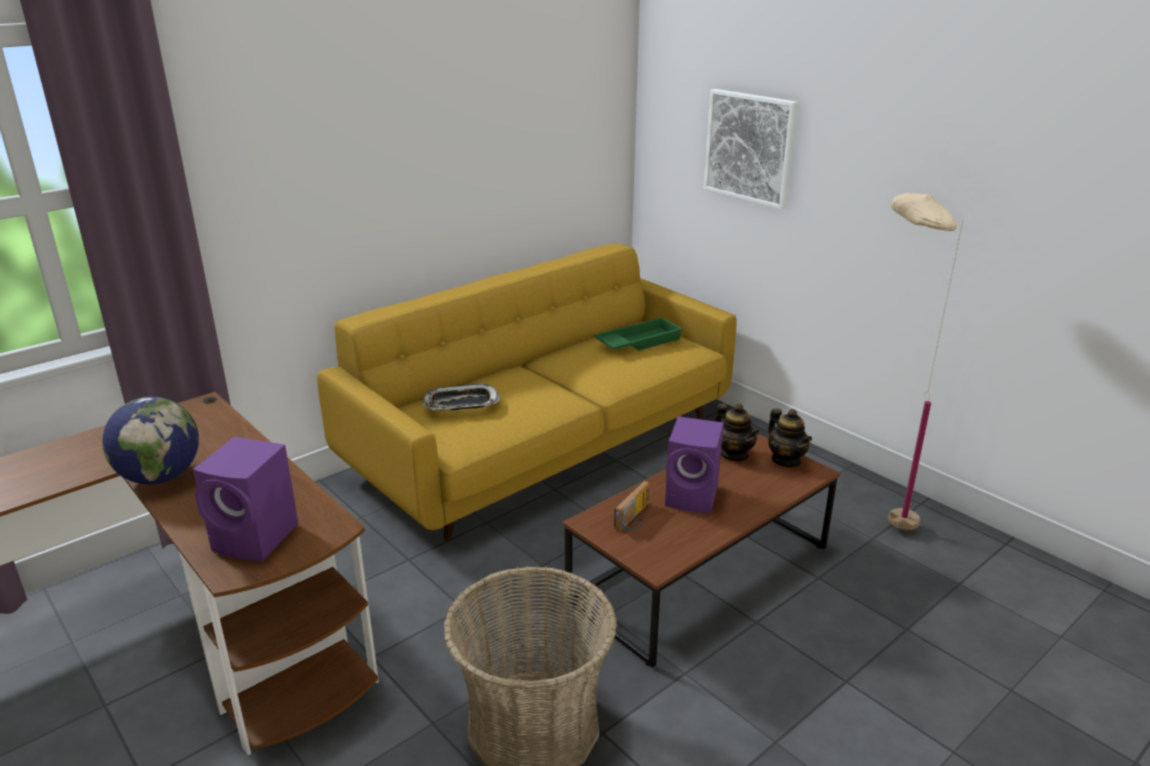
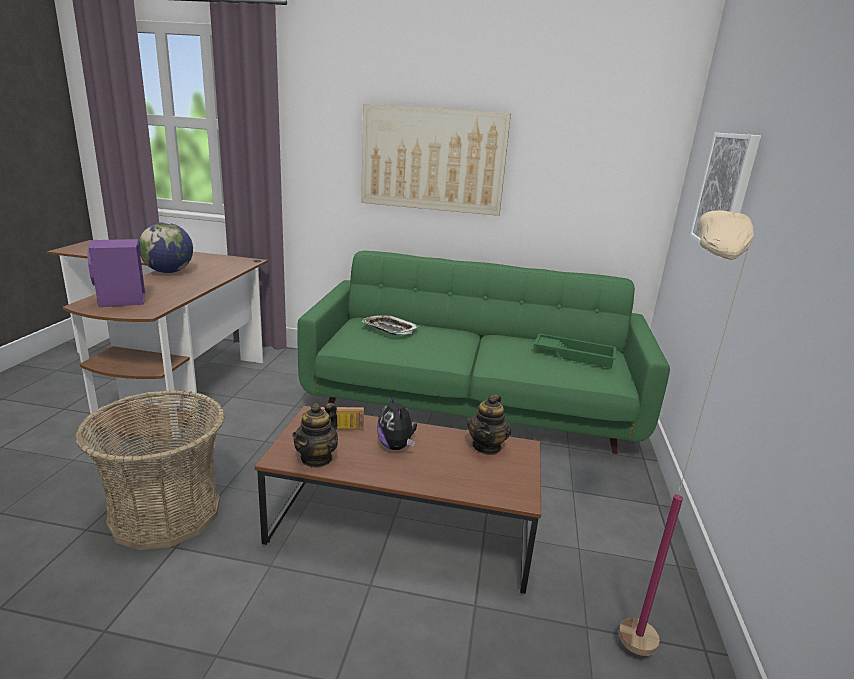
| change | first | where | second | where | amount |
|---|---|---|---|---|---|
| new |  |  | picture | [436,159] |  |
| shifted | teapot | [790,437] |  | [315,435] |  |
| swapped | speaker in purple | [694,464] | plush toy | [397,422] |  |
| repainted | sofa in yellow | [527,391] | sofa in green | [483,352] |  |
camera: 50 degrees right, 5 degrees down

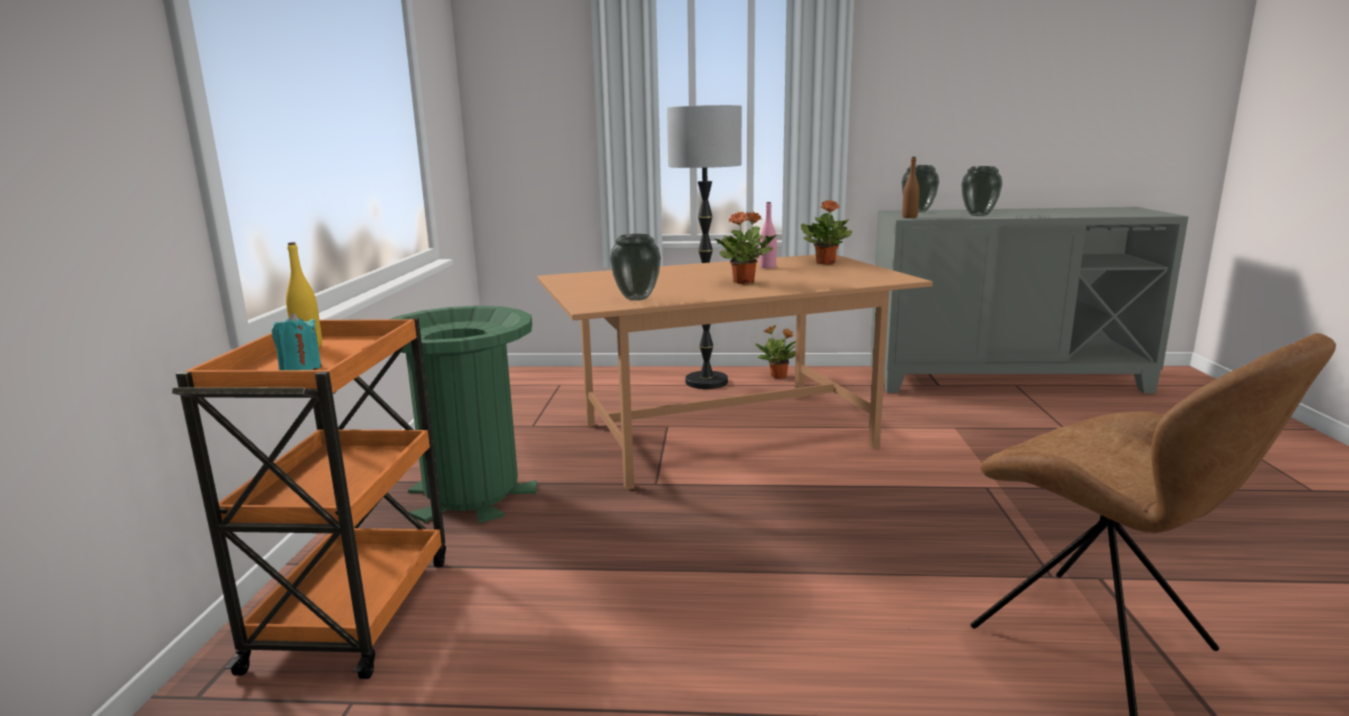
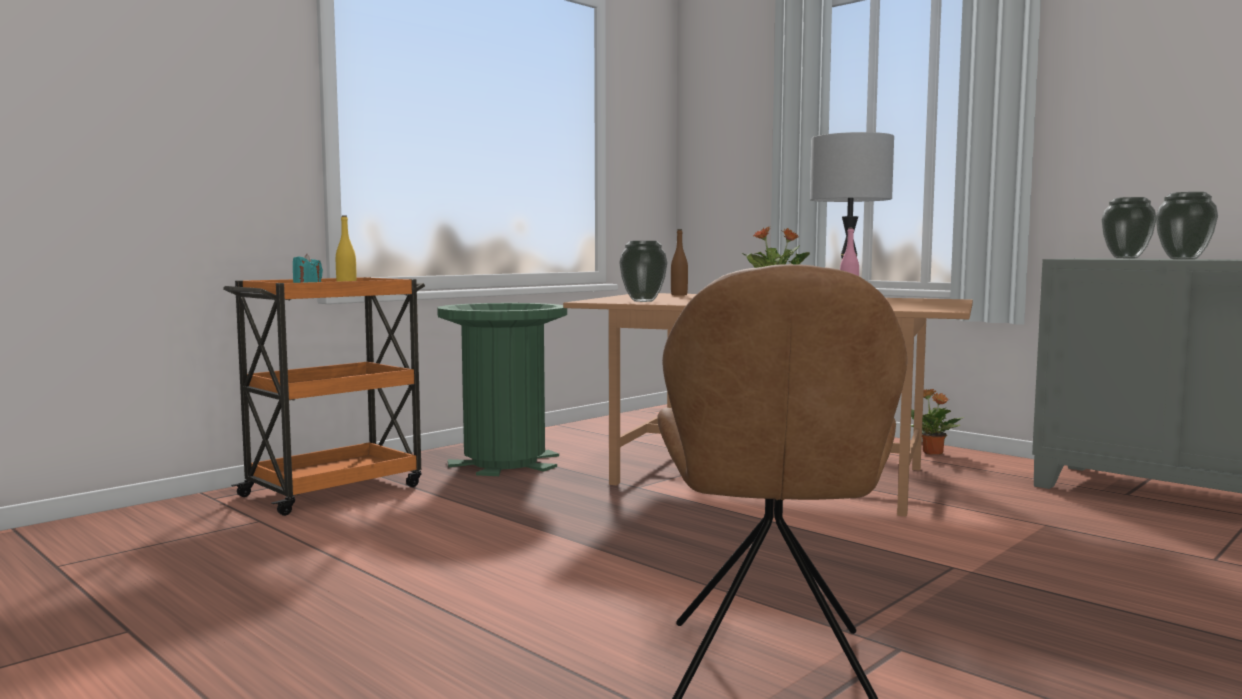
| change | first | where | second | where | amount |
|---|---|---|---|---|---|
| gone | potted plant | [826,232] |  |  |  |
| shifted | bottle in brown | [911,187] |  | [679,262] |  |
camera: 40 degrees right, 10 degrees down

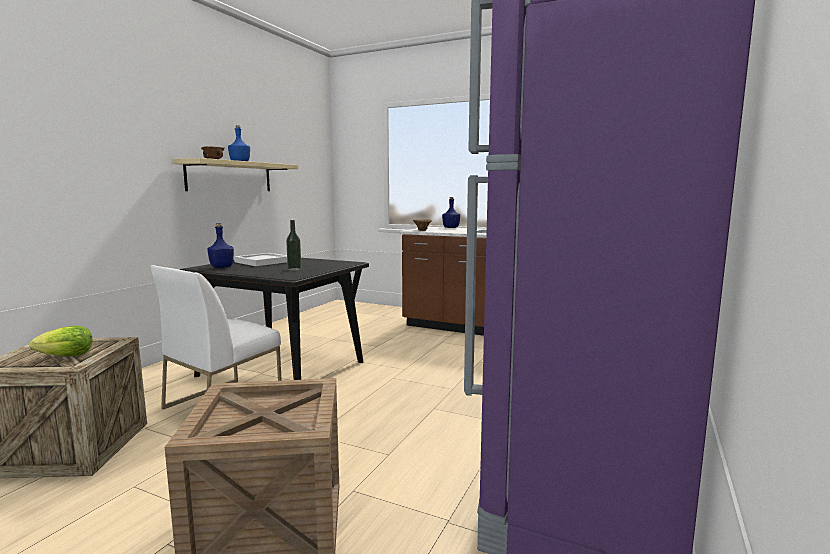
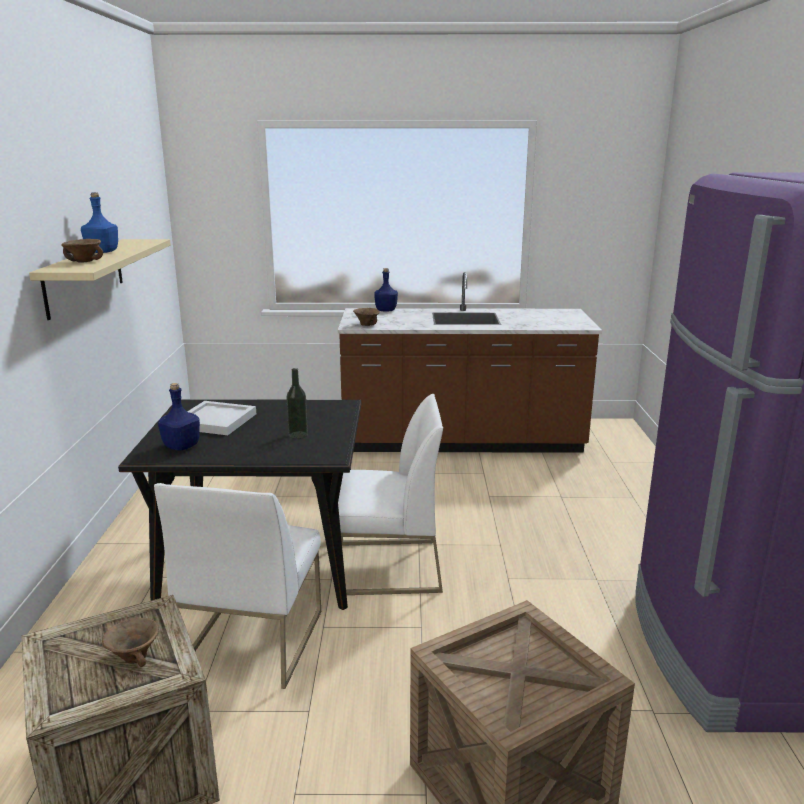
| change | first | where | second | where | amount |
|---|---|---|---|---|---|
| new |  |  | chair in white | [390,494] |  |
| swapped | lettuce | [61,341] | bowl in brown | [130,642] |  |
camera: 25 degrees left, 10 degrees up

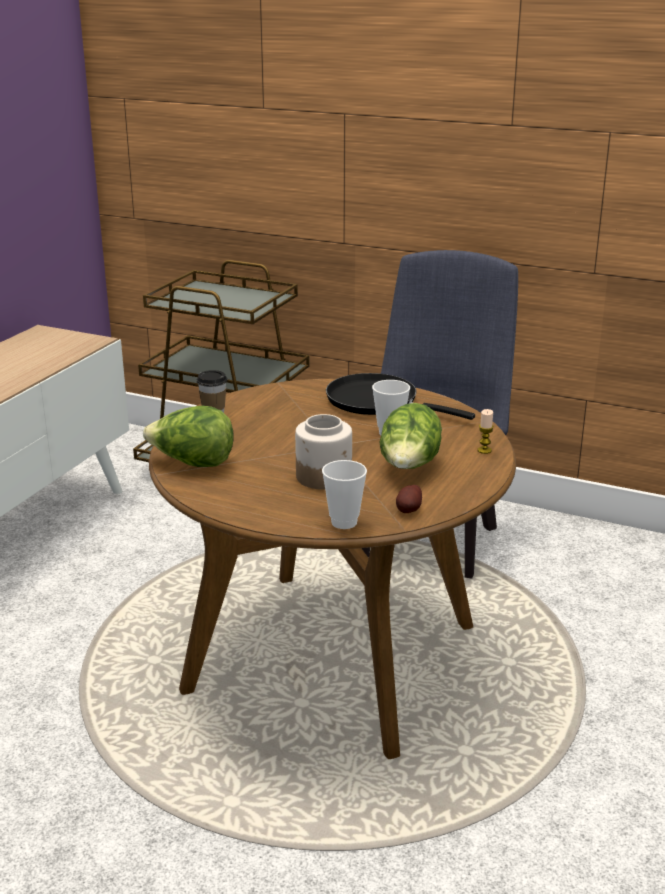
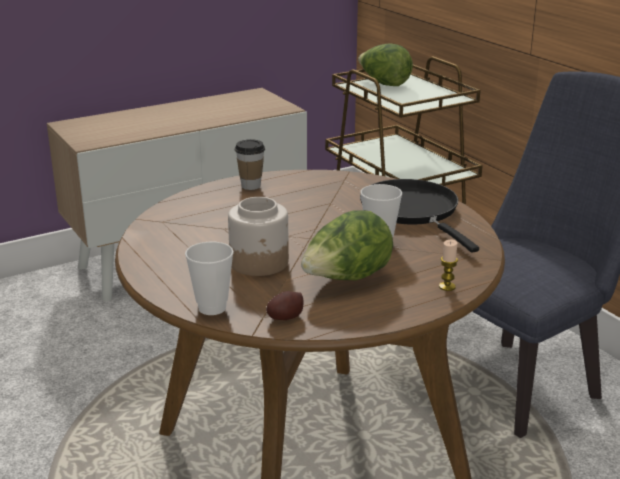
| change | first | where | second | where | amount |
|---|---|---|---|---|---|
| shifted | lettuce | [188,436] |  | [385,65] |  |
camera: 35 degrees right, 0 degrees up

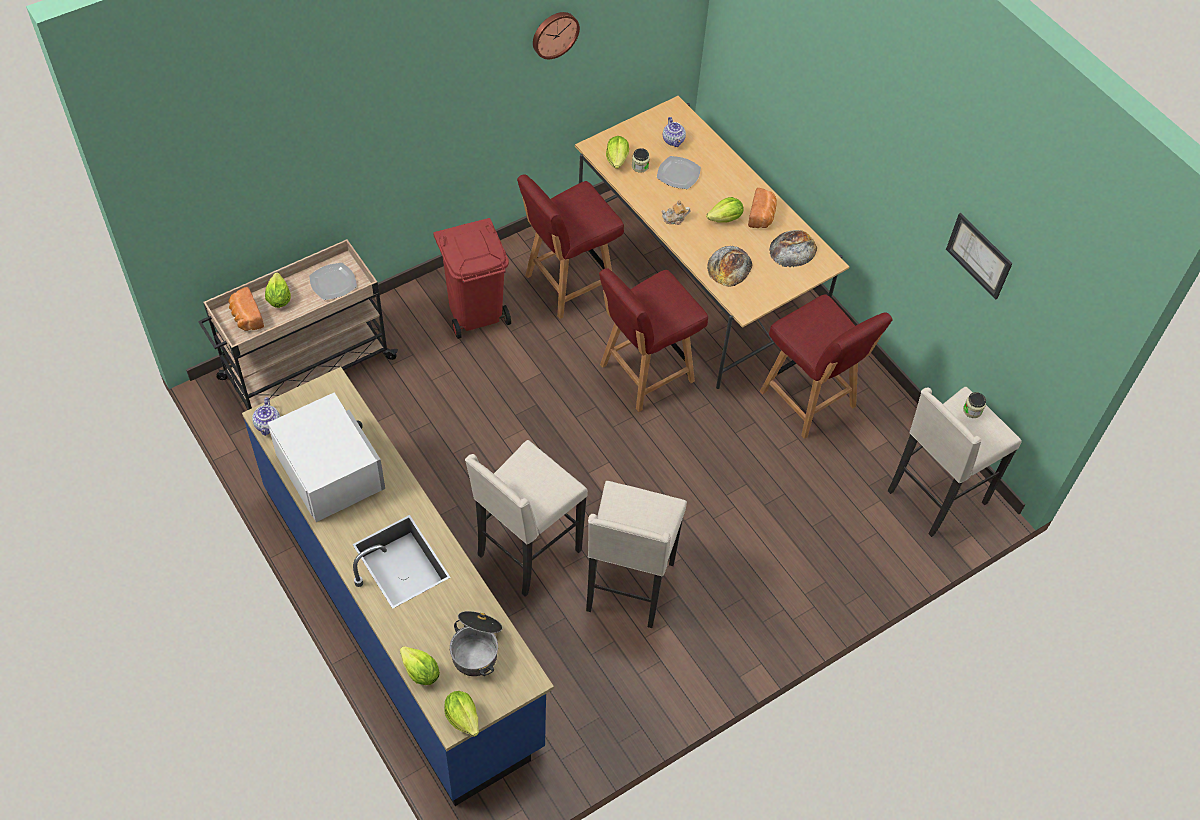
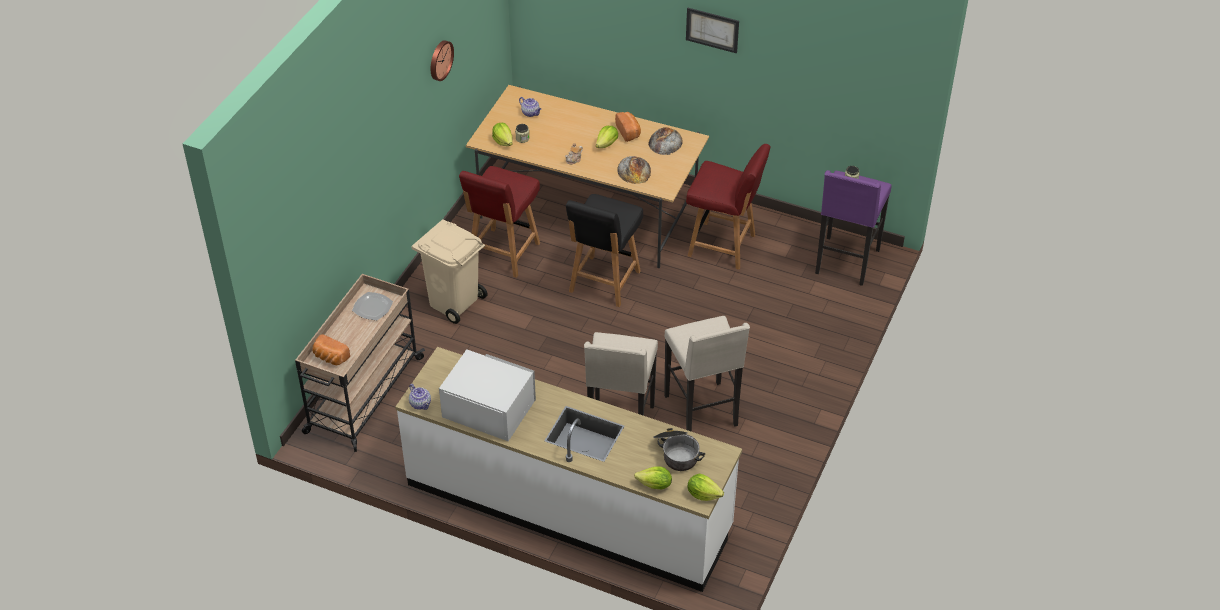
| change | first | where | second | where | amount |
|---|---|---|---|---|---|
| gone | lettuce | [278,290] |  |  |  |
| gone | plate | [679,172] |  |  |  |
| shifted | picture | [979,256] |  | [712,30] |  |
| repainted | counter in blue | [398,586] | counter in white | [568,469] |  |
| repainted | trash can in red | [472,278] | trash can in beige | [449,271] |  |
| repainted | chair in red | [653,340] | chair in black | [604,250] |  |
| repainted | stool in beige | [955,462] | stool in purple | [853,228] |  |
camera: 30 degrees left, 10 degrees down

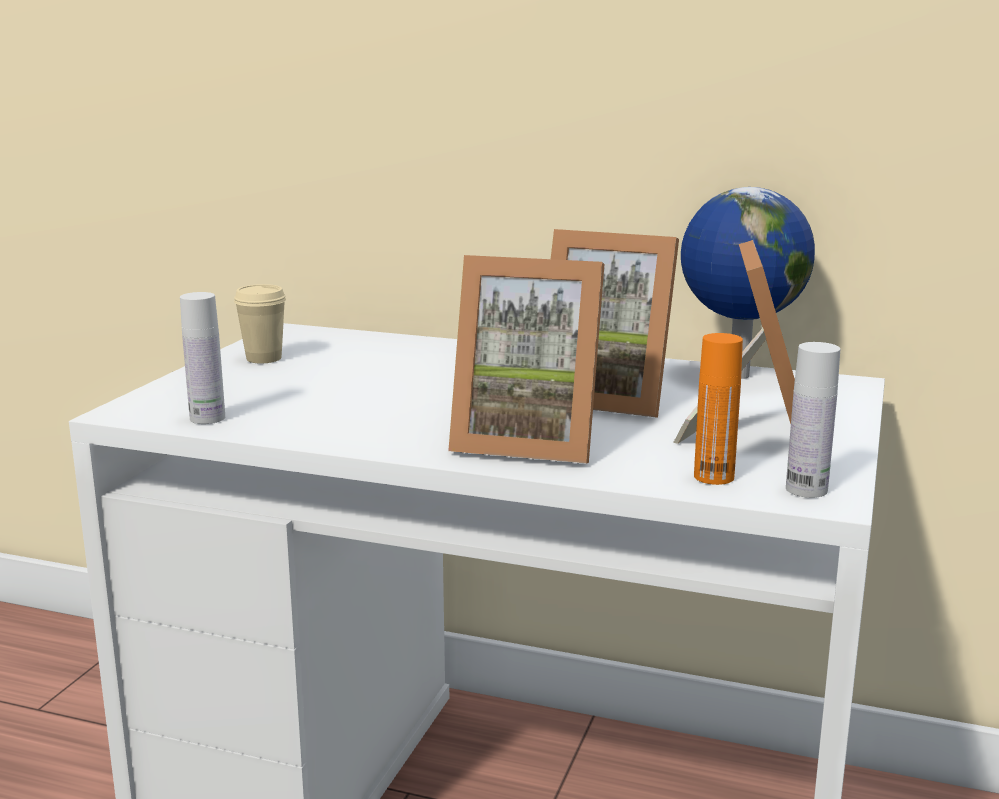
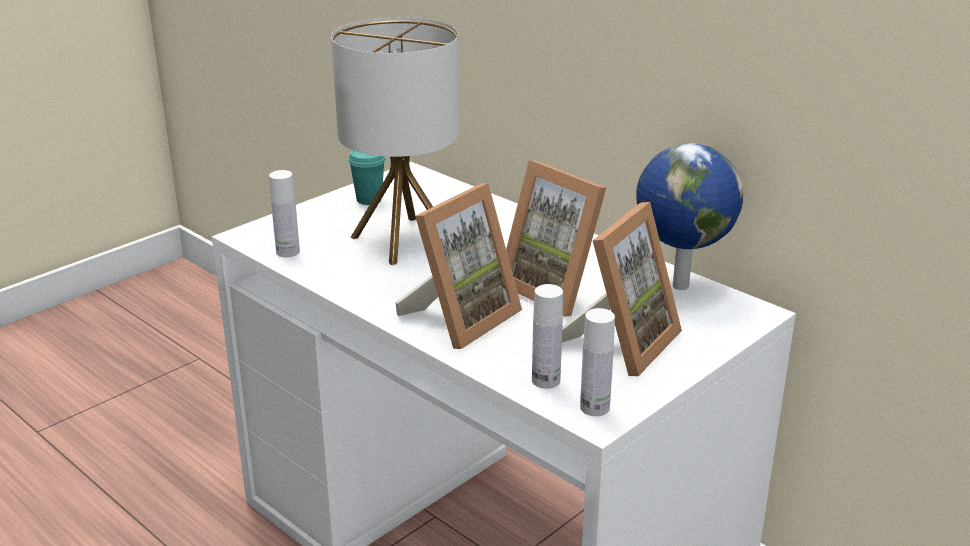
| change | first | where | second | where | amount |
|---|---|---|---|---|---|
| new |  |  | table lamp | [395,141] |  |
| repainted | cup in beige | [260,323] | cup in turquoise | [367,177] |  |
| repainted | bottle in orange | [718,409] | bottle in white | [547,336] |  |
| rotated | picture frame | [526,359] |  | [458,266] | 90 degrees counterclockwise |
camera: 25 degrees right, 10 degrees up

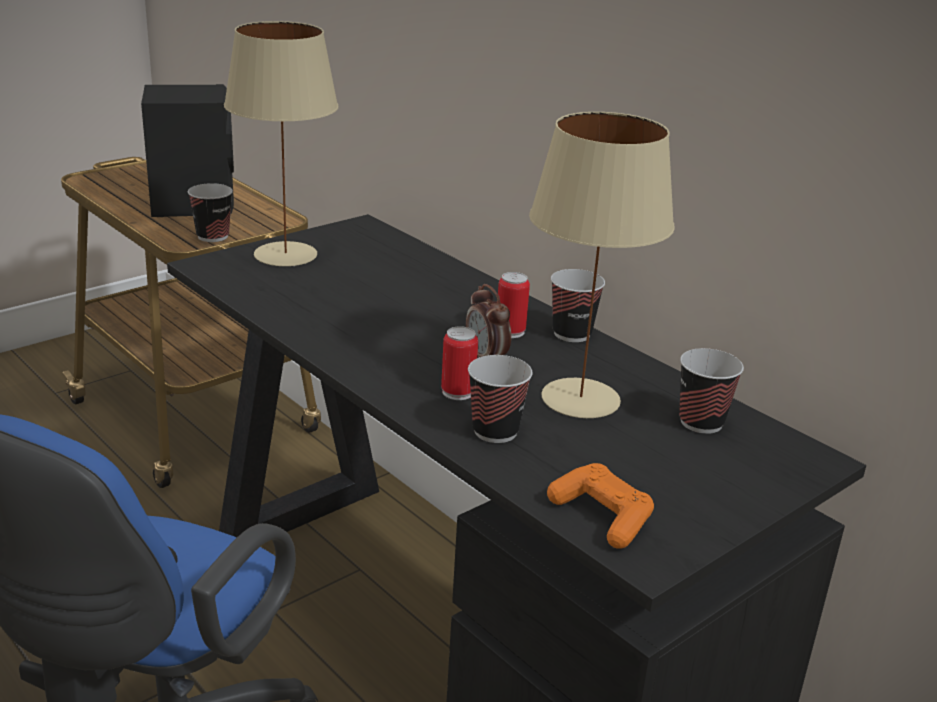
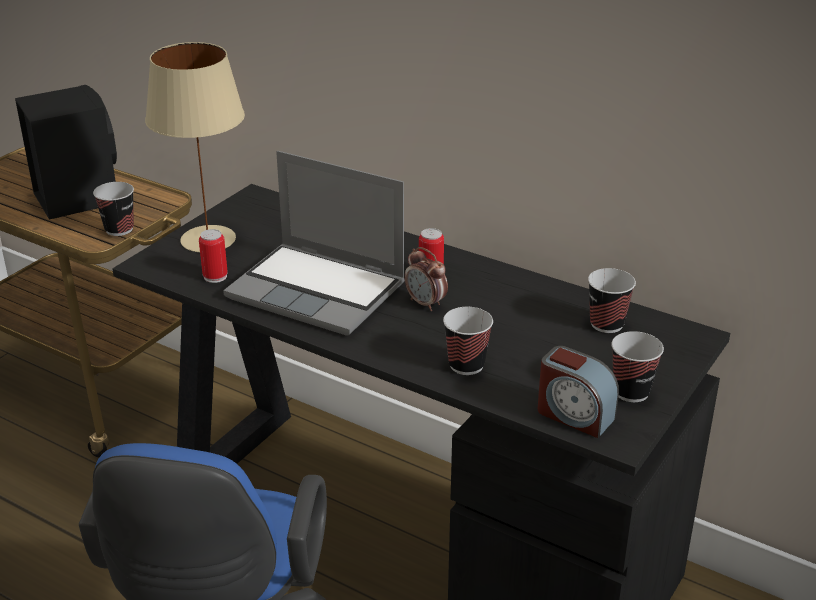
| change | first | where | second | where | amount |
|---|---|---|---|---|---|
| gone | table lamp in beige | [602,265] |  |  |  |
| new |  |  | laptop | [314,243] |  |
| shifted | can | [459,363] |  | [213,256] |  |
| shifted | cup | [578,305] |  | [637,366] |  |
| swapped | game controller in orange | [600,506] | alarm clock | [578,392] |  |
camera: 15 degrees left, 5 degrees up

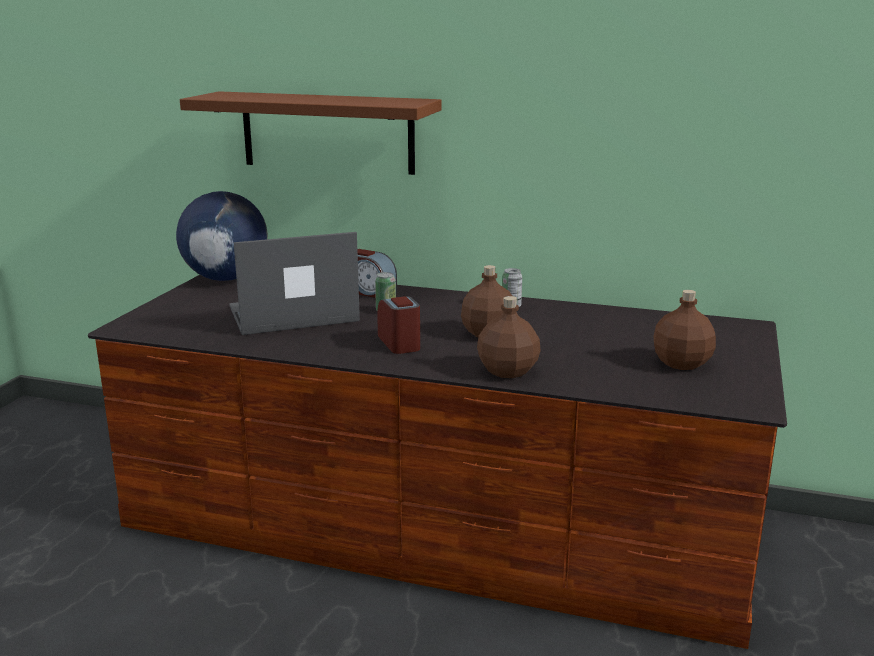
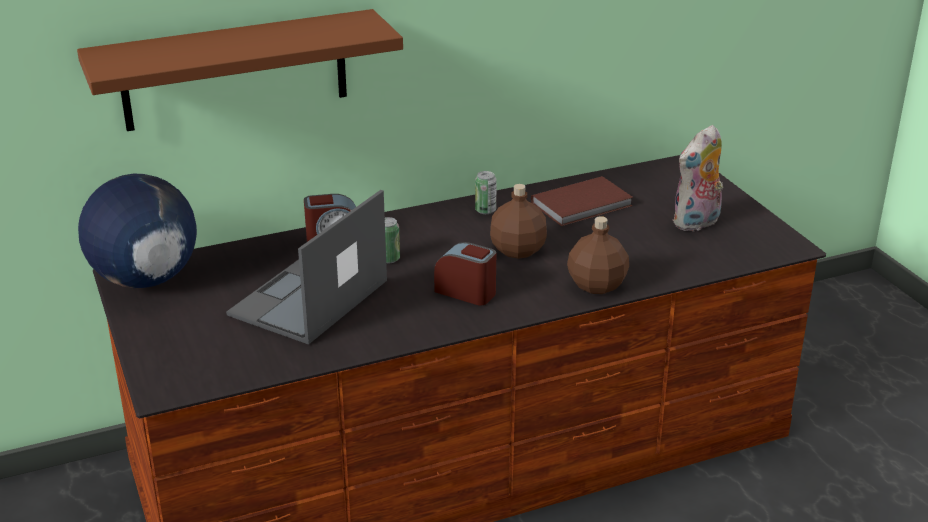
| change | first | where | second | where | amount |
|---|---|---|---|---|---|
| new |  |  | book in brown | [582,201] |  |
| swapped | bottle in brown | [685,330] | plush toy | [697,178] |  |
camera: 40 degrees left, 10 degrees up

